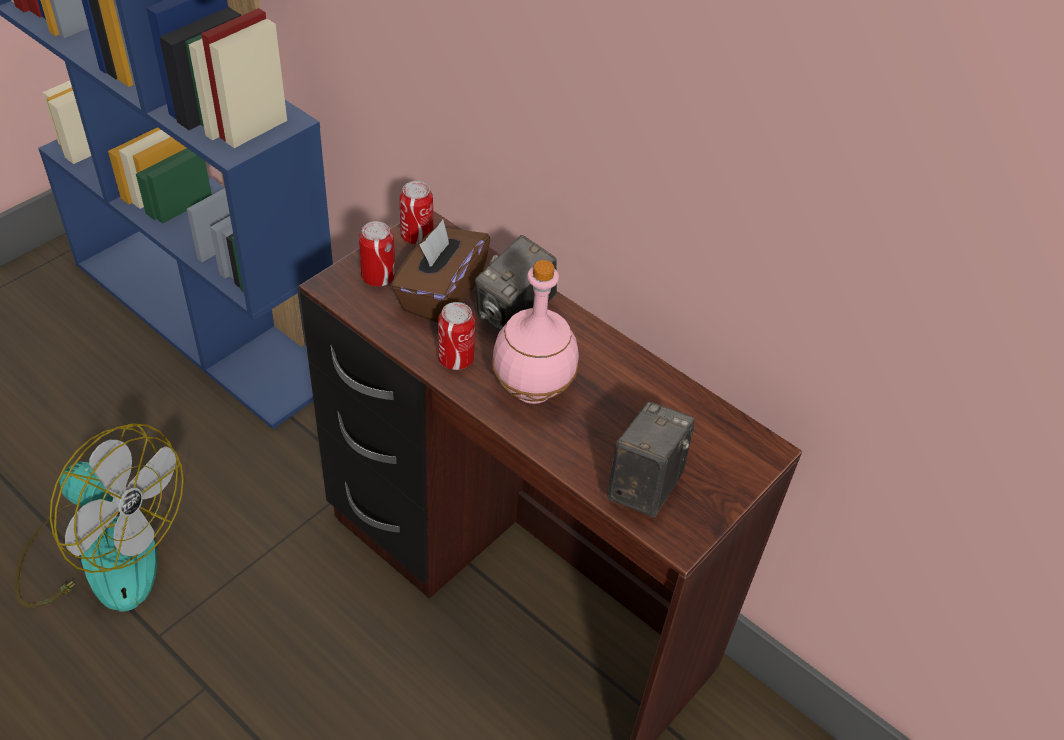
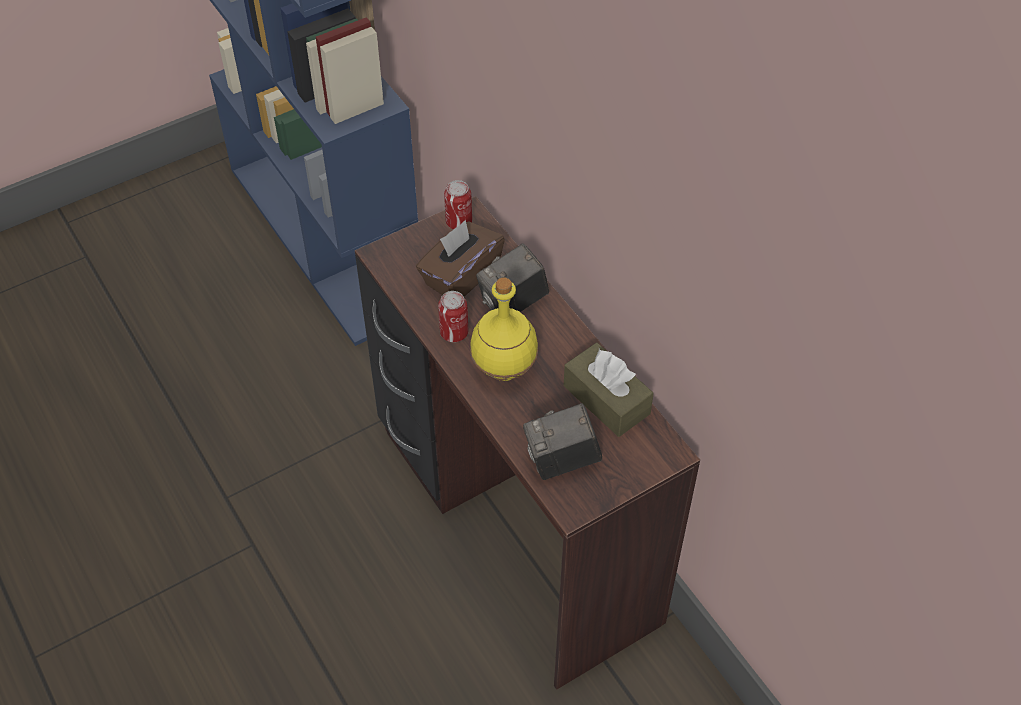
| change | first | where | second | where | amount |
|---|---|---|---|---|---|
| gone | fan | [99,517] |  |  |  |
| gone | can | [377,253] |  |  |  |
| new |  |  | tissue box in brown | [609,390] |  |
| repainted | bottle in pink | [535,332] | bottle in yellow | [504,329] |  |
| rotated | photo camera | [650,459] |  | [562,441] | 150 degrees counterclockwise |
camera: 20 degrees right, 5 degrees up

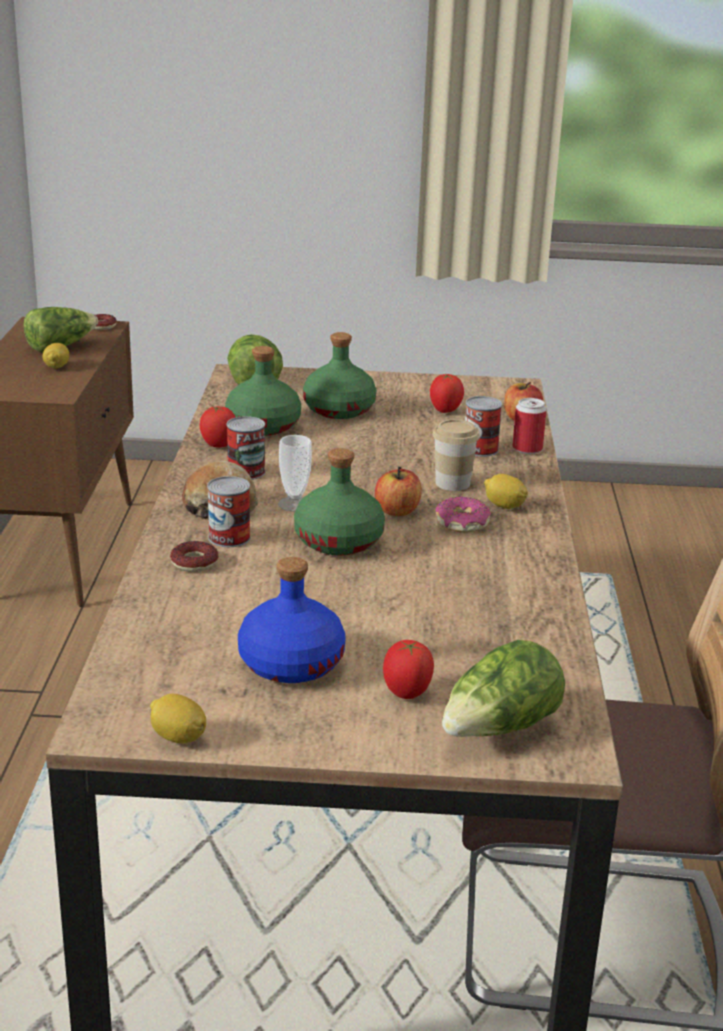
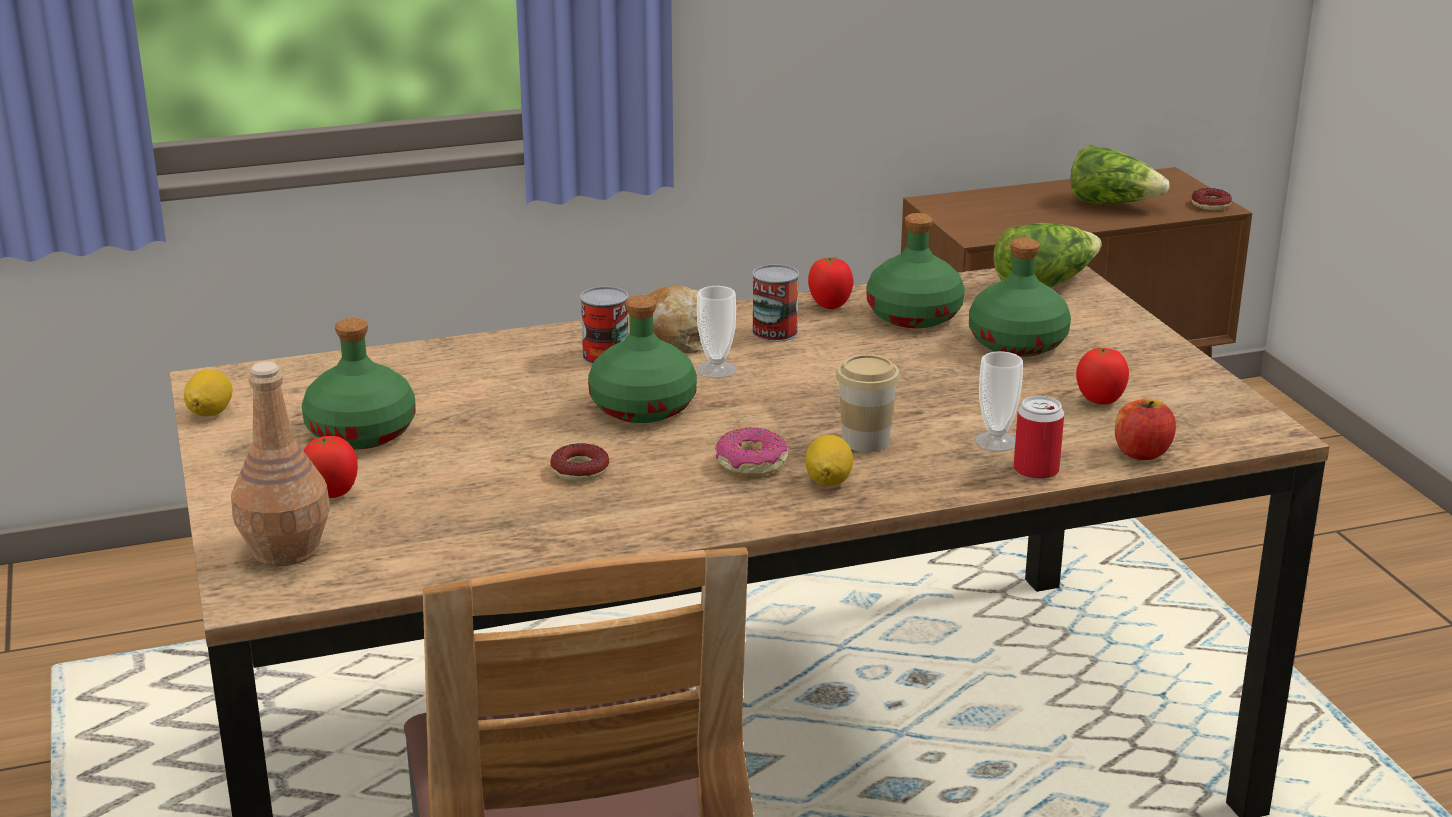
| change | first | where | second | where | amount |
|---|---|---|---|---|---|
| gone | lemon | [56,355] |  |  |  |
| gone | apple | [398,491] |  |  |  |
| shifted | donut | [194,556] |  | [579,462] |  |
| swapped | lettuce | [503,688] | bottle in brown | [280,464] |  |
| swapped | can | [483,426] | cup | [998,401] |  |
| repainted | bottle in blue | [292,620] | bottle in green | [359,383] |  |
camera: 70 degrees right, 0 degrees up

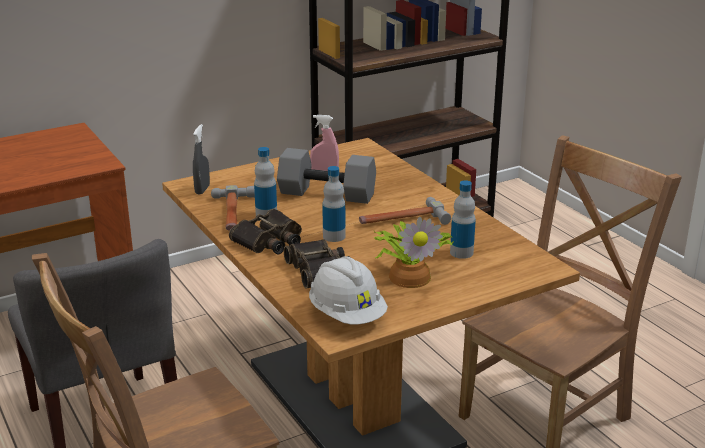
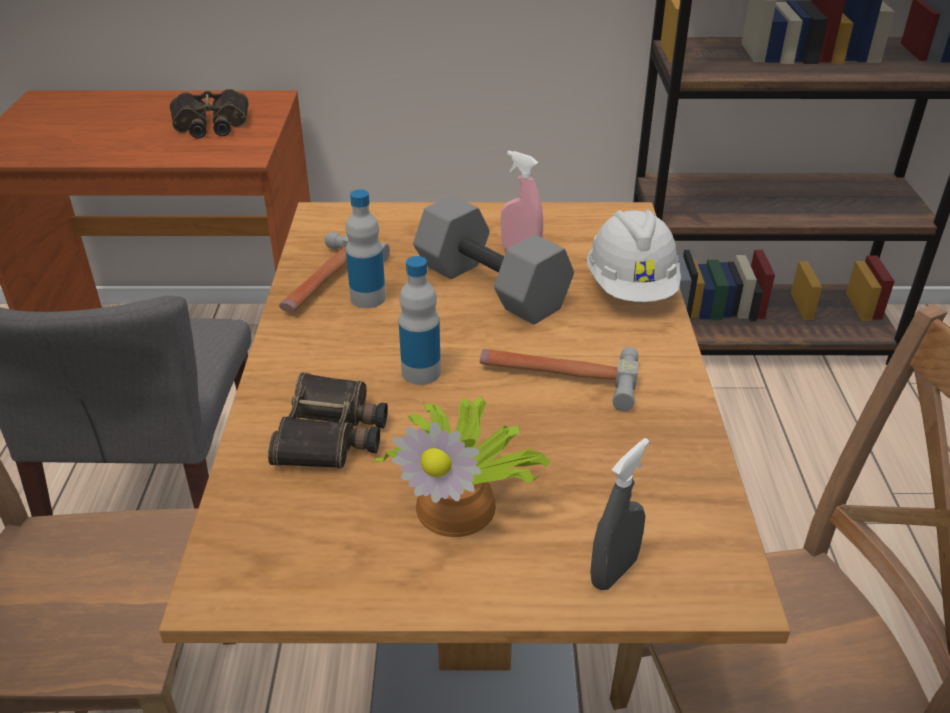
| change | first | where | second | where | amount |
|---|---|---|---|---|---|
| gone | bottle | [463,219] |  |  |  |
| shifted | spray bottle in grey | [201,159] |  | [620,514] |  |
| shifted | binoculars | [265,231] |  | [209,114] |  |
| shifted | hard hat in white | [348,290] |  | [634,256] |  |
camera: 30 degrees right, 10 degrees up

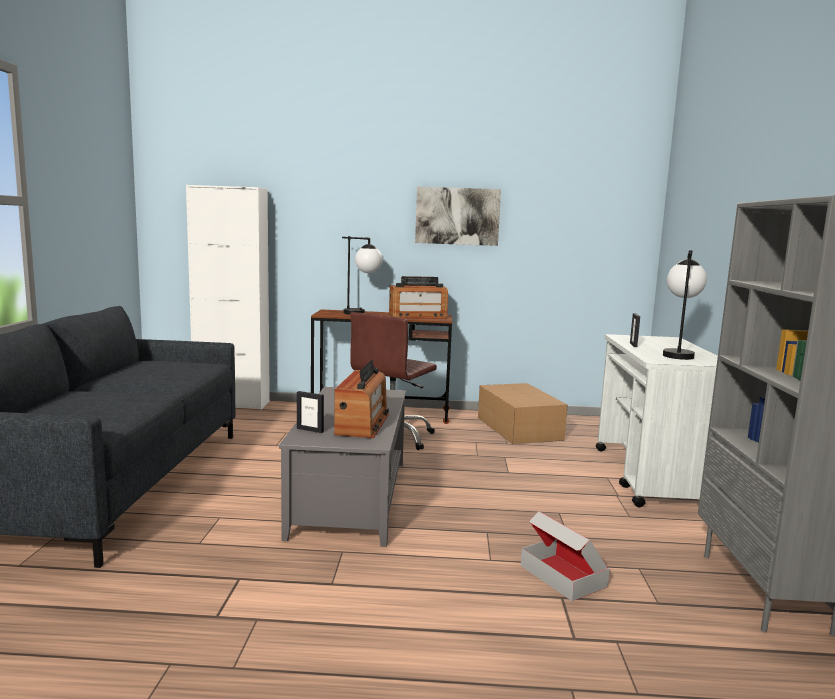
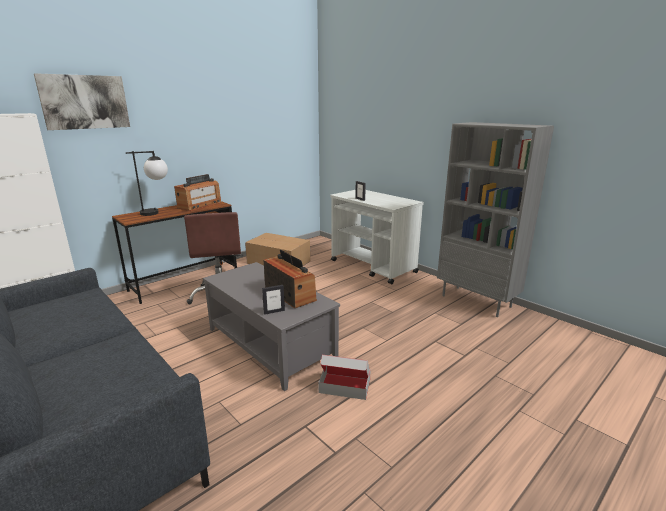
| change | first | where | second | where | amount |
|---|---|---|---|---|---|
| gone | table lamp | [685,305] |  |  |  |
| shifted | picture | [458,216] |  | [82,101] |  |
| shifted | cardboard box | [565,556] |  | [345,377] |  |
camera: 45 degrees left, 10 degrees up

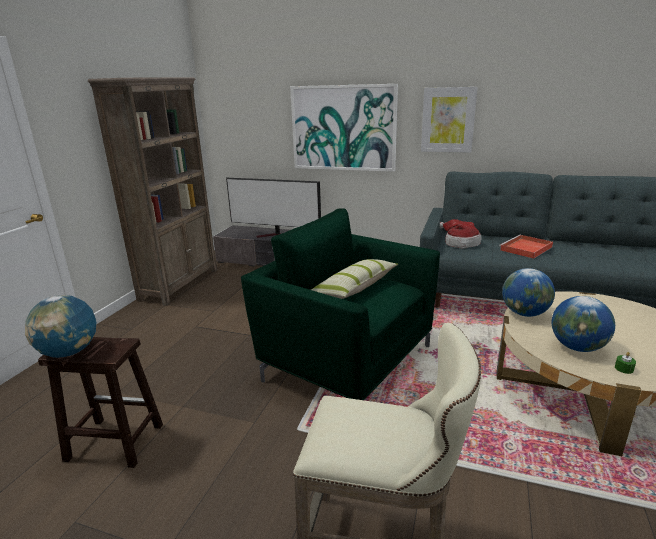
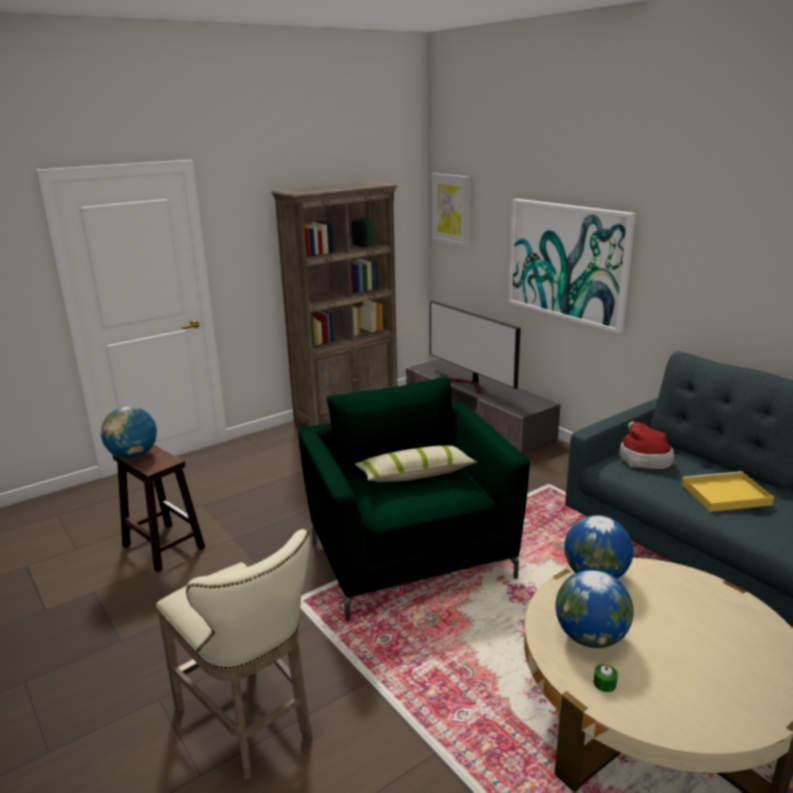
| change | first | where | second | where | amount |
|---|---|---|---|---|---|
| shifted | picture | [449,120] |  | [451,210] |  |
| repainted | tray in red | [526,247] | tray in yellow | [728,491] |  |
camera: 35 degrees right, 0 degrees up

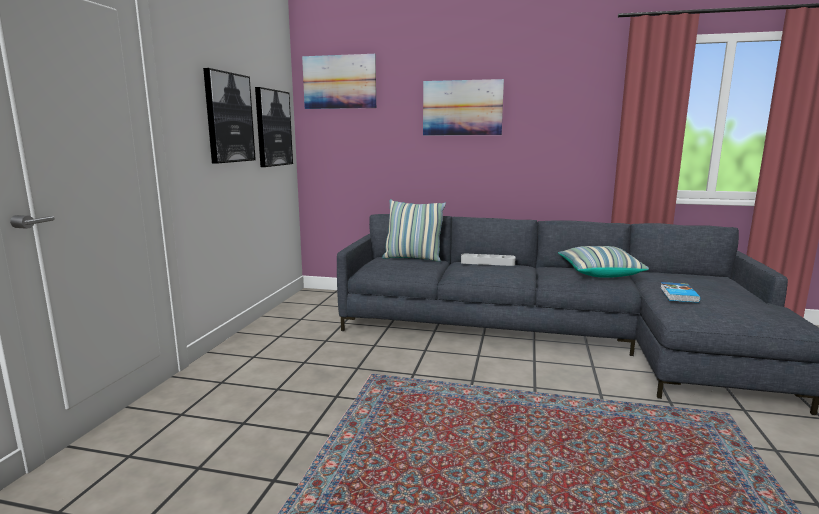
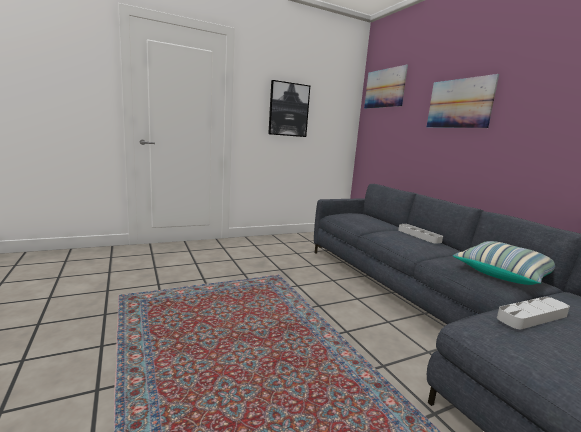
| change | first | where | second | where | amount |
|---|---|---|---|---|---|
| gone | picture | [274,127] |  |  |  |
| gone | pillow | [414,230] |  |  |  |
| swapped | book | [680,292] | tray in grey | [533,313] |  |
camera: 50 degrees right, 0 degrees up

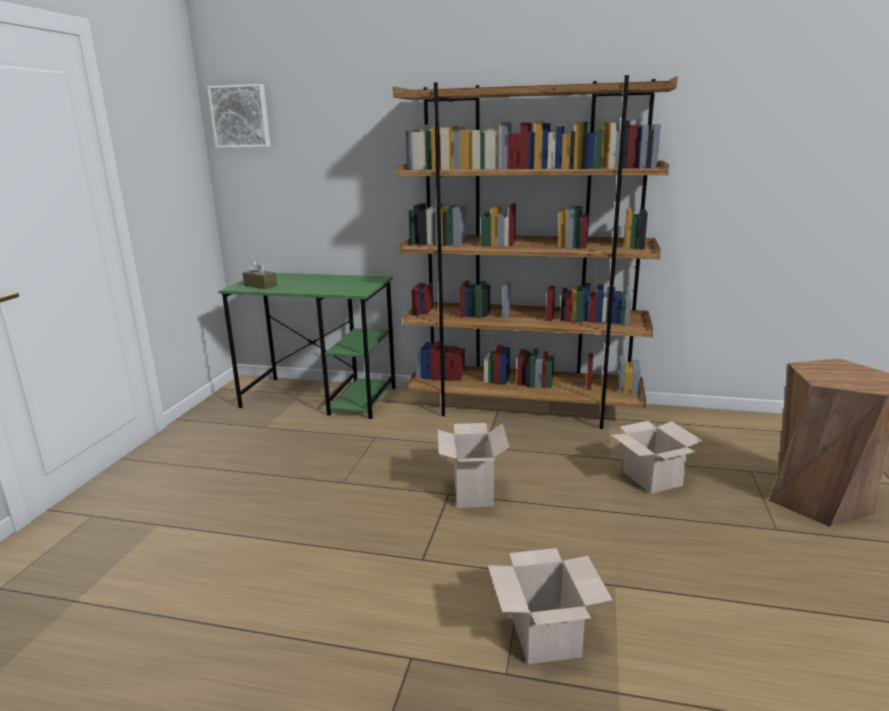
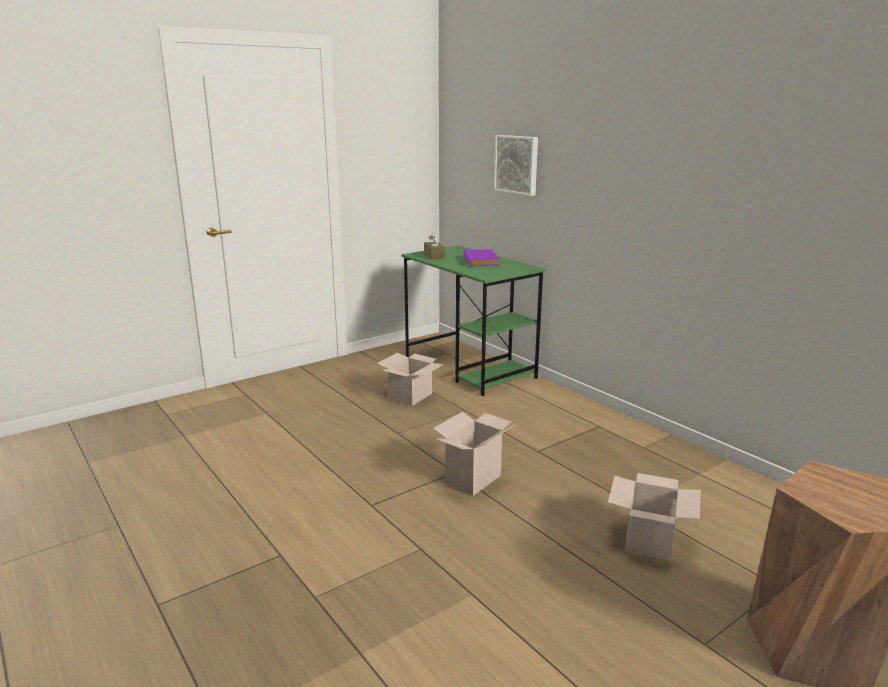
| change | first | where | second | where | amount |
|---|---|---|---|---|---|
| gone | bookcase in brown | [535,252] |  |  |  |
| new |  |  | book in purple | [481,257] |  |
| shifted | picture | [239,116] |  | [516,165] |  |
| shifted | cardboard box | [550,606] |  | [410,379] |  |
camera: 40 degrees right, 0 degrees up

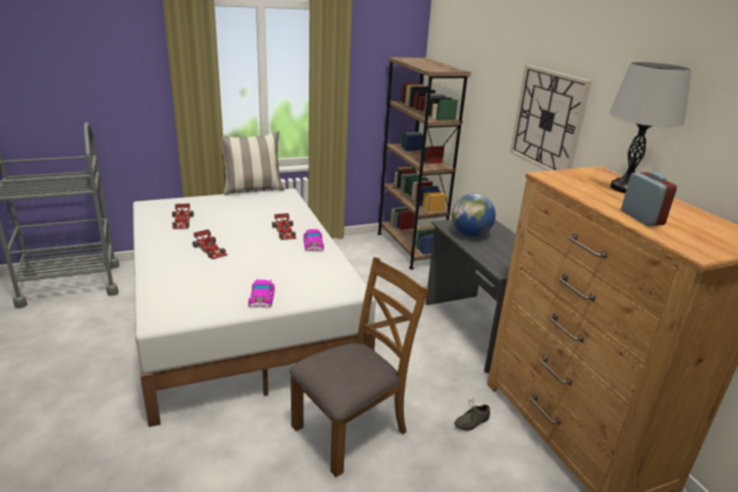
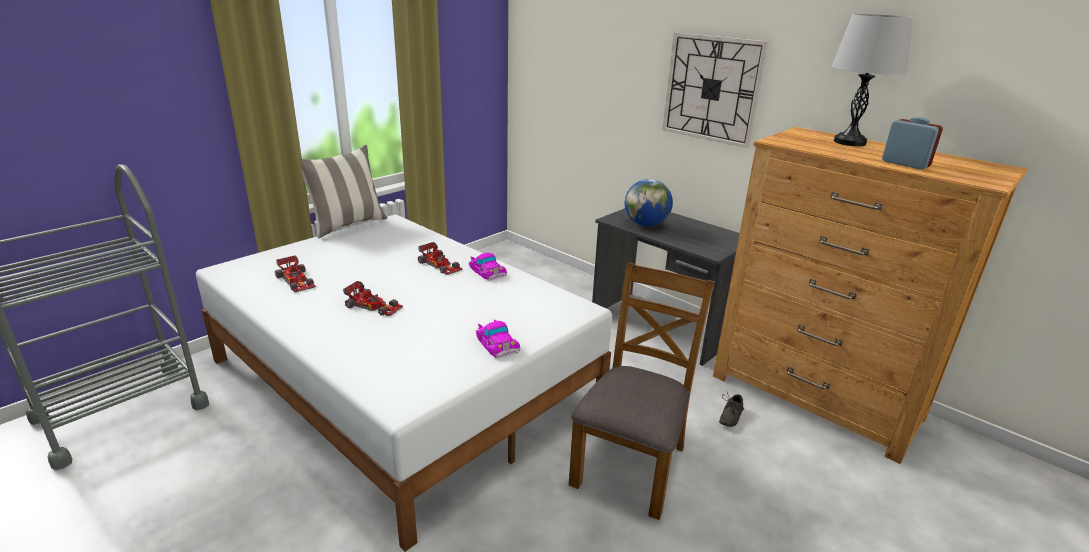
| change | first | where | second | where | amount |
|---|---|---|---|---|---|
| gone | bookcase in brown | [424,163] |  |  |  |
camera: 25 degrees left, 0 degrees up

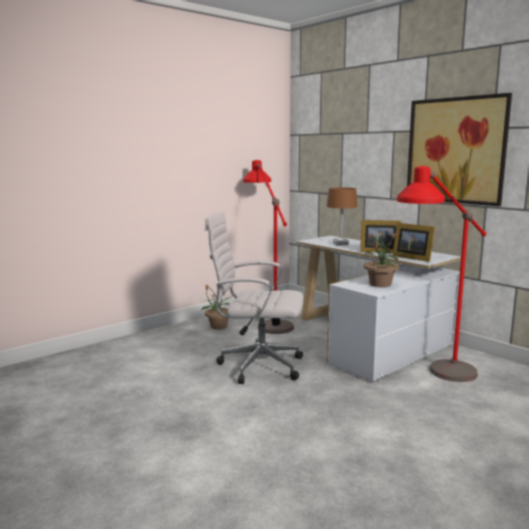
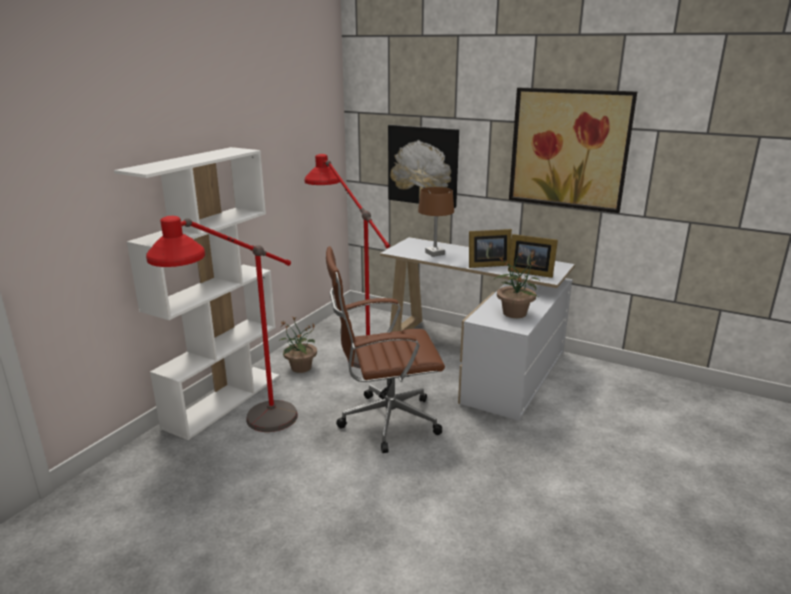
| change | first | where | second | where | amount |
|---|---|---|---|---|---|
| new |  |  | bookcase in white | [197,293] |  |
| new |  |  | picture | [423,166] |  |
| shifted | floor lamp in red | [442,274] |  | [222,324] |  |
| repainted | office chair in white | [254,297] | office chair in brown | [385,349] |  |
camera: 20 degrees left, 10 degrees up

